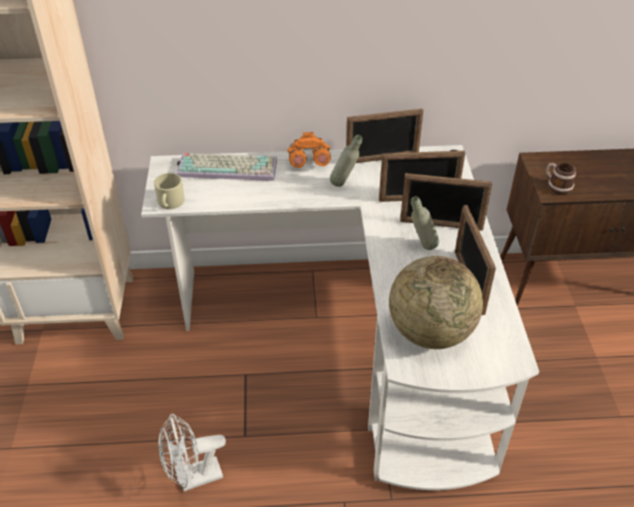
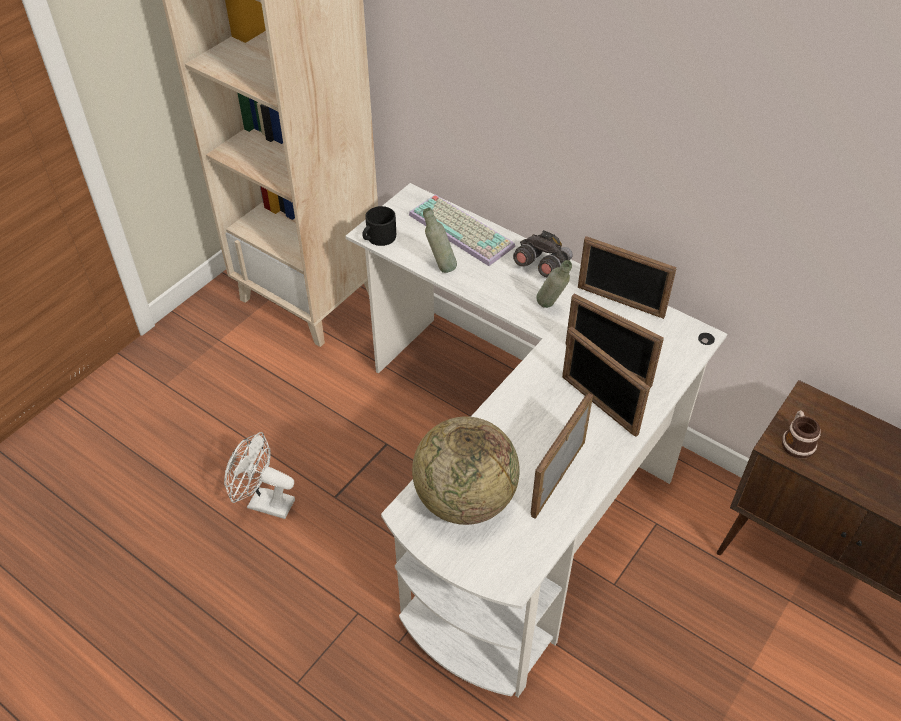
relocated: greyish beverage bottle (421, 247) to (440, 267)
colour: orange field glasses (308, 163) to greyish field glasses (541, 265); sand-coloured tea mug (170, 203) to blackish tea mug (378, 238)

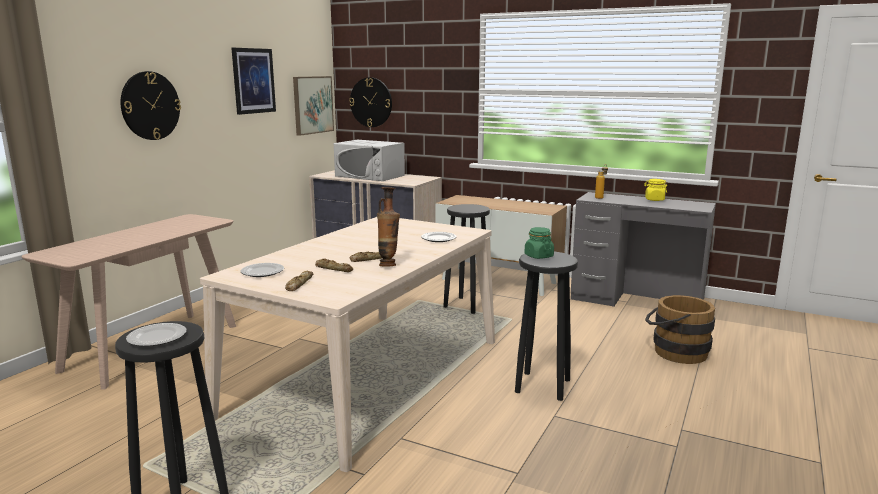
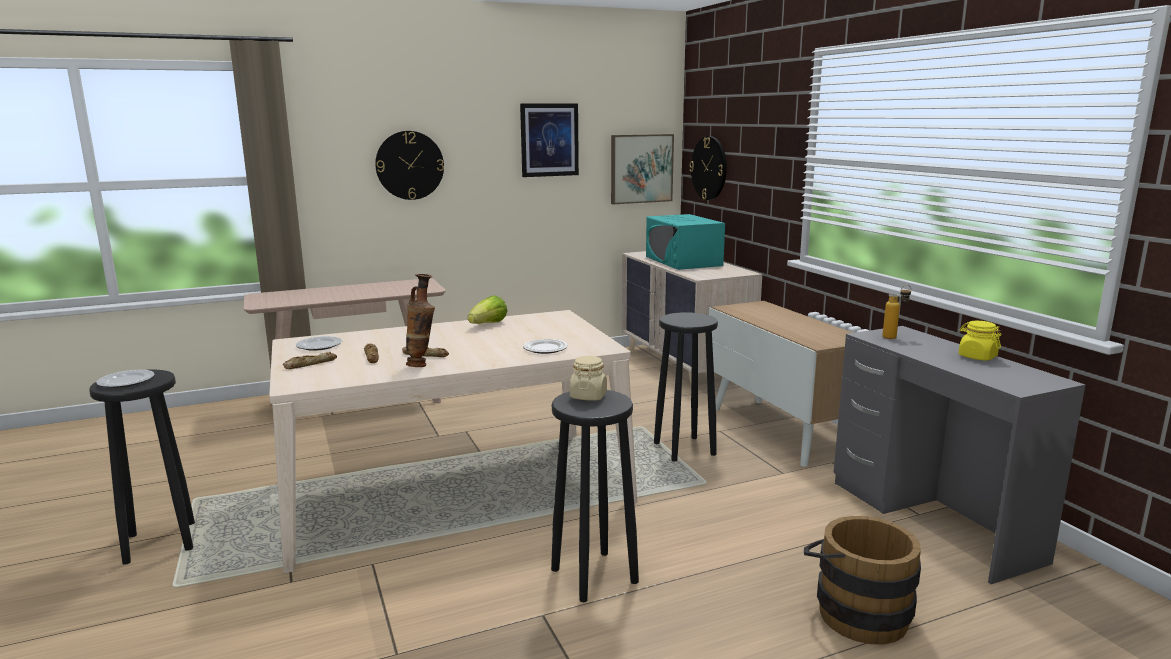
appeared: lettuce (488, 324)
colour: whitish microwave oven (370, 176) to turquoise-coloured microwave oven (683, 261); greenish storage jar (538, 256) to sand-coloured storage jar (588, 396)

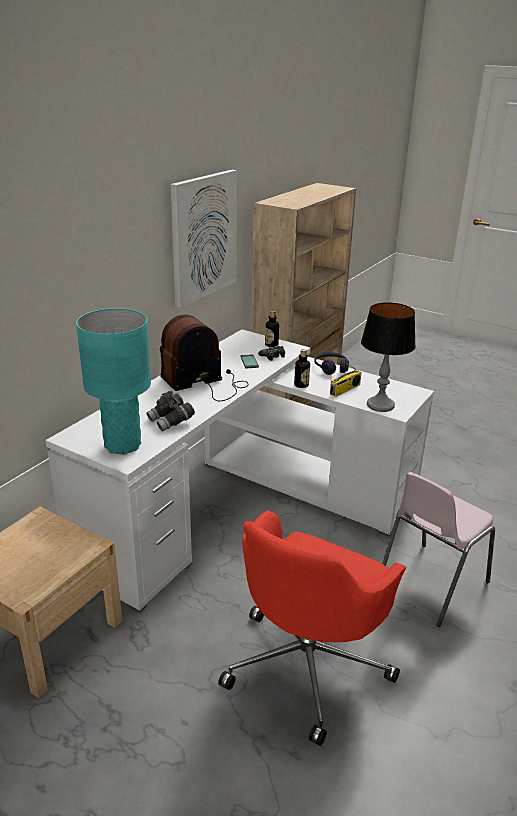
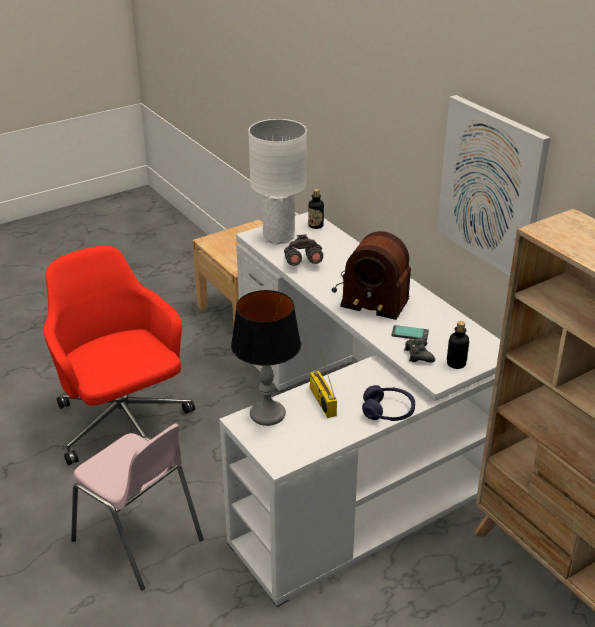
relocated: beverage bottle (301, 385) to (315, 225)
colour: turquoise-coloured tabletop lamp (122, 445) to whitish tabletop lamp (278, 237)
spun: radio (205, 383) = (370, 294) 120 degrees clockwise; pink-coloured upright chair (430, 584) = (139, 541) 150 degrees clockwise

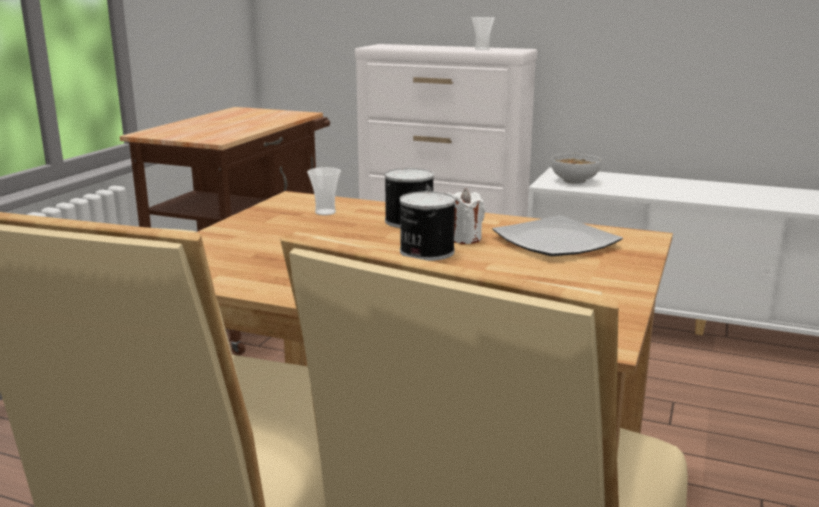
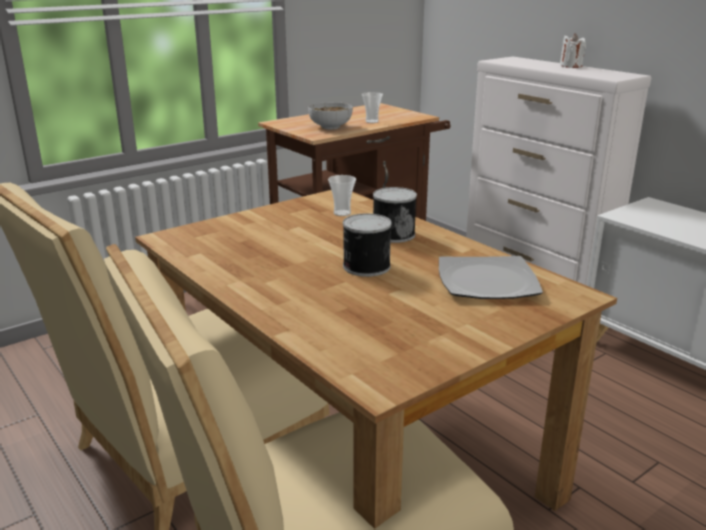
relocated: small cup (482, 49) to (372, 121); serving bowl (573, 181) to (330, 127); whitish wax candle (463, 238) to (571, 66)

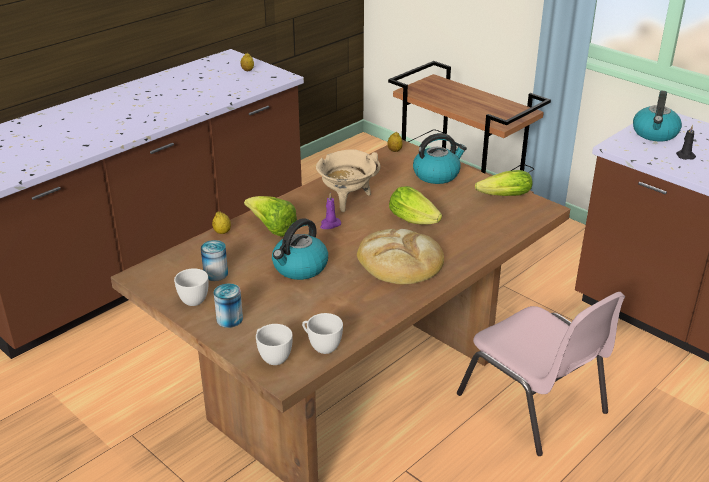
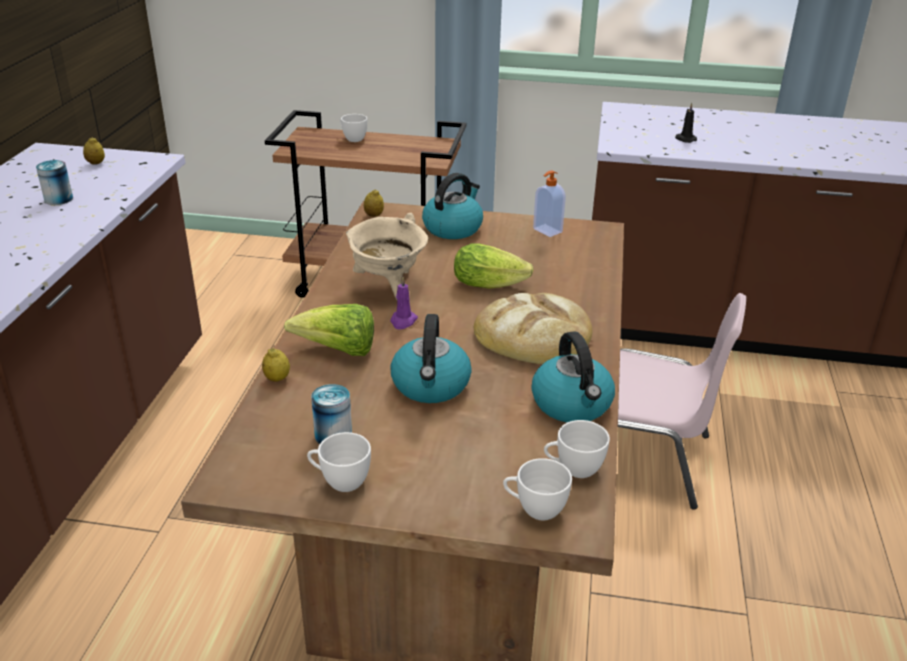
appeared: whitish small cup (352, 138)
relocated: tea kettle (655, 134) to (572, 404); can (229, 319) to (58, 199)
exchanged: lettuce (501, 196) to liquid soap bottle (547, 231)

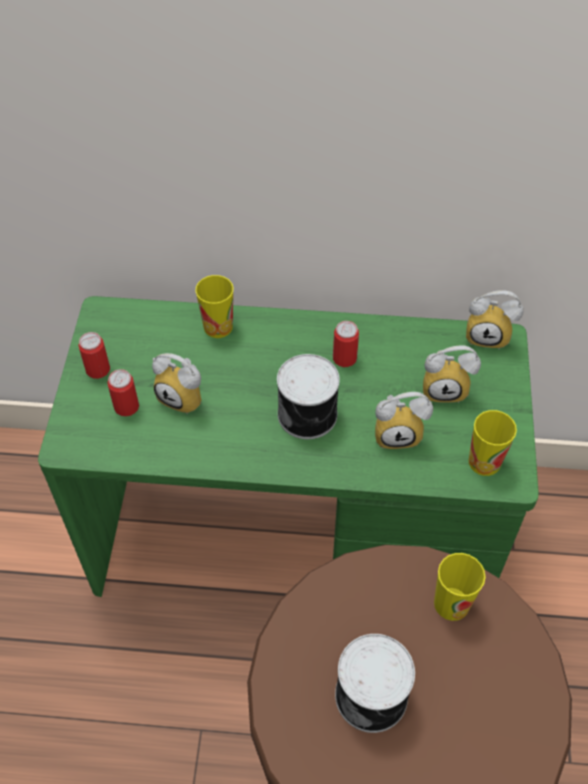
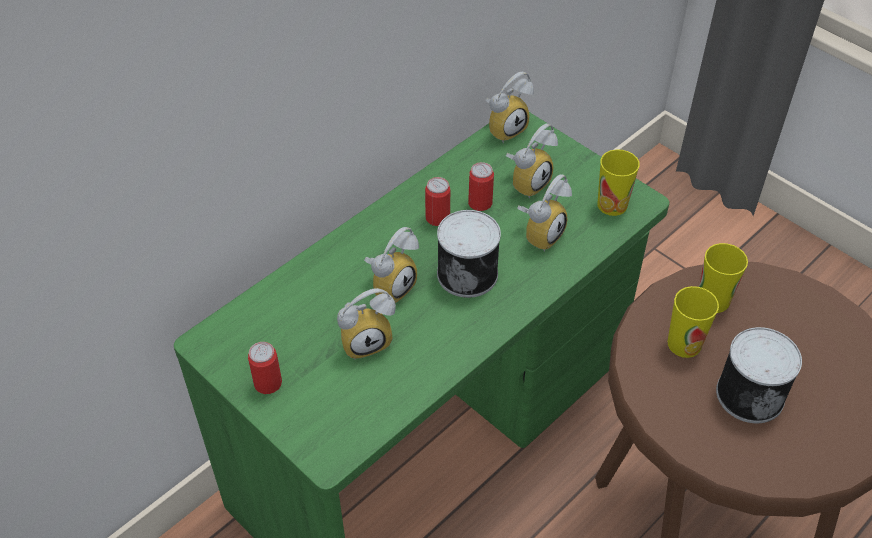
appeared: alarm clock (391, 286)
relocated: small cup (218, 327) to (684, 344); can (126, 406) to (480, 203)

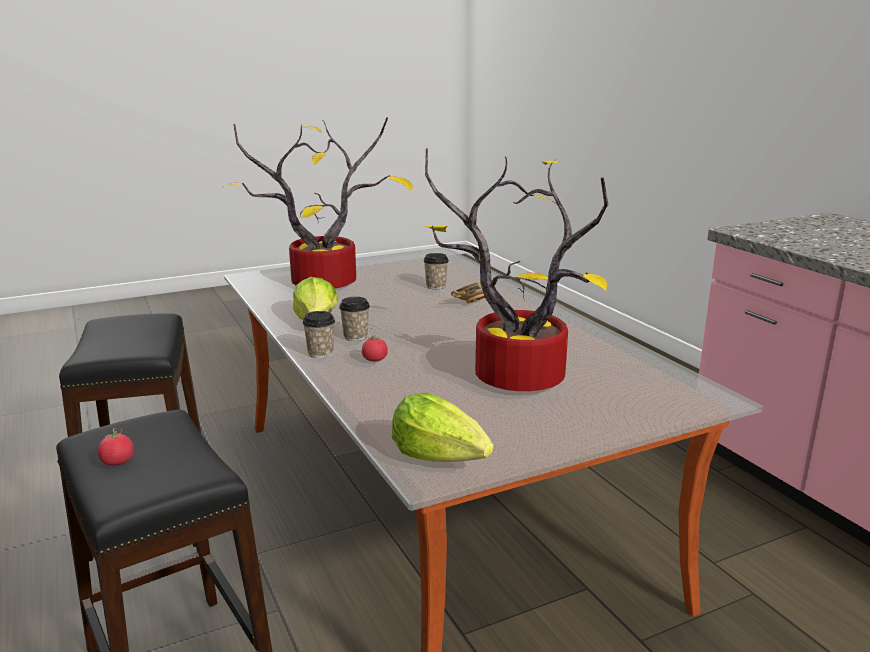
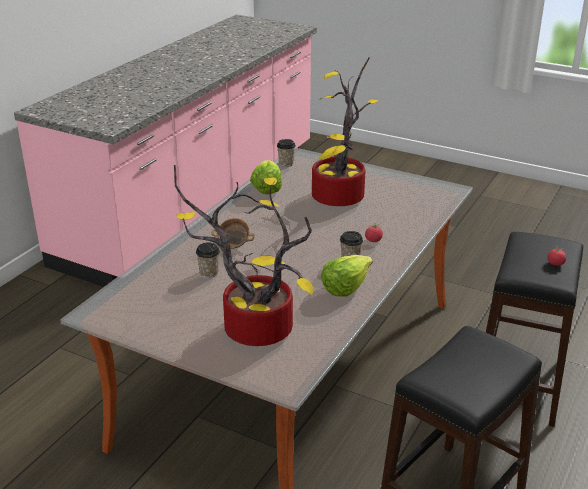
relocated: small cup (320, 353) to (286, 163); lettuce (440, 456) to (266, 188)

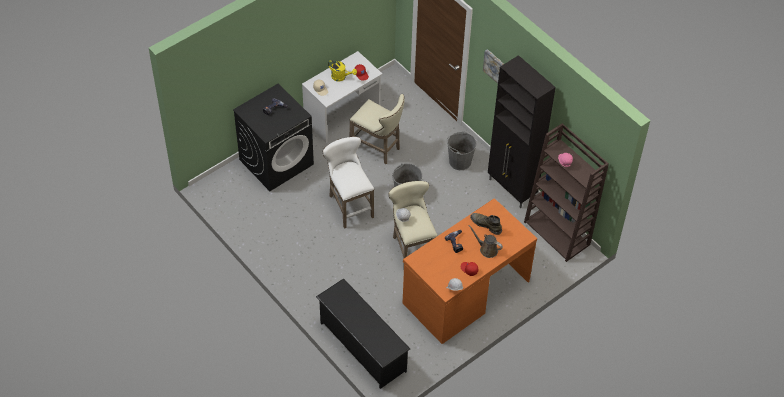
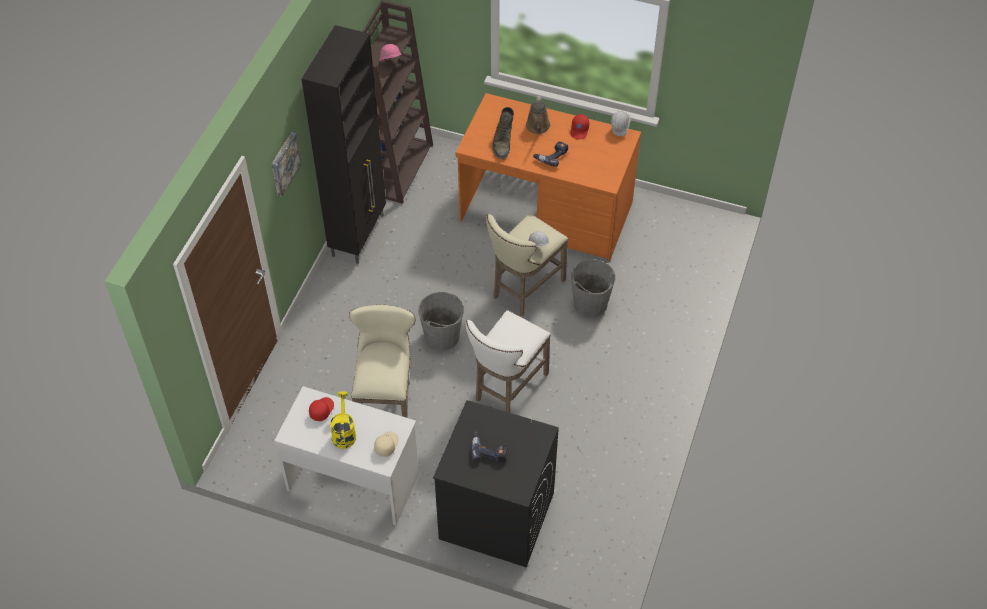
missing: blackish shoe stand (362, 347)
relocated: greyish pail (460, 161) to (590, 304)

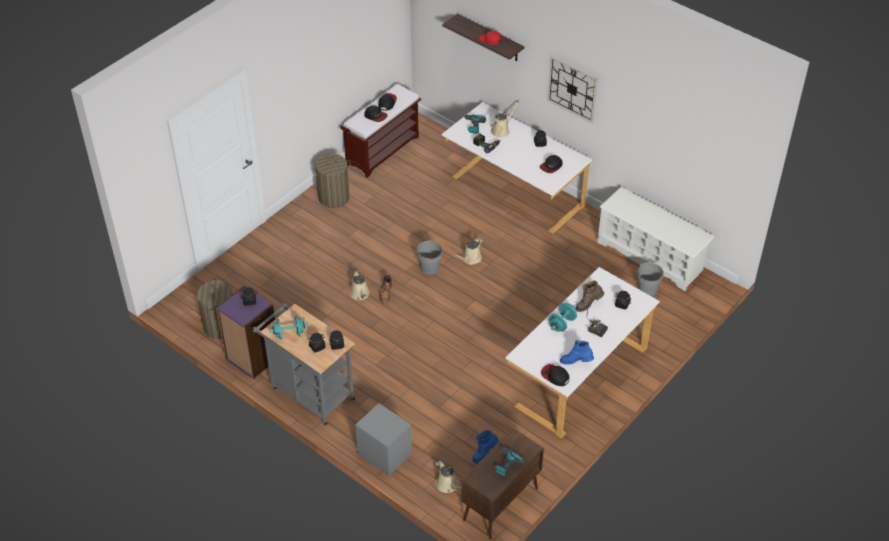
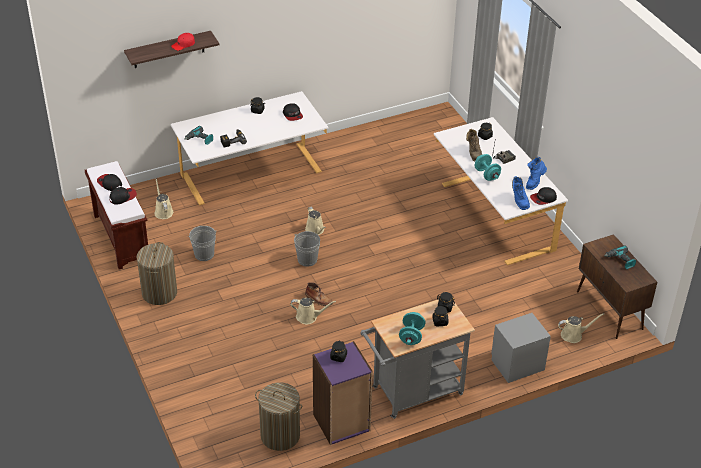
missing: clock on the wall (572, 88); whitish shoe stand (650, 256)
relocated: sand-coloured watering can (501, 130) to (163, 211); greyish pail (647, 289) to (204, 254); bluish tall boot (484, 453) to (519, 201)

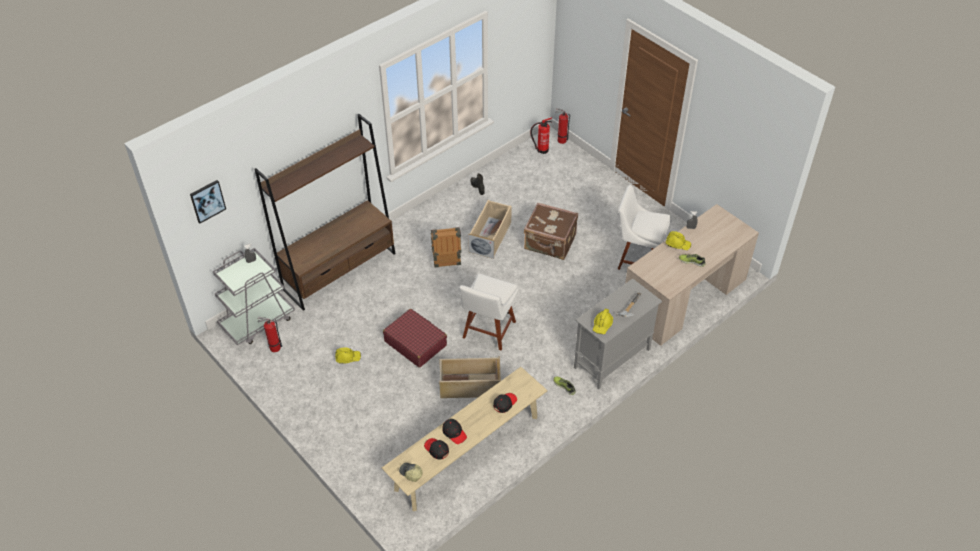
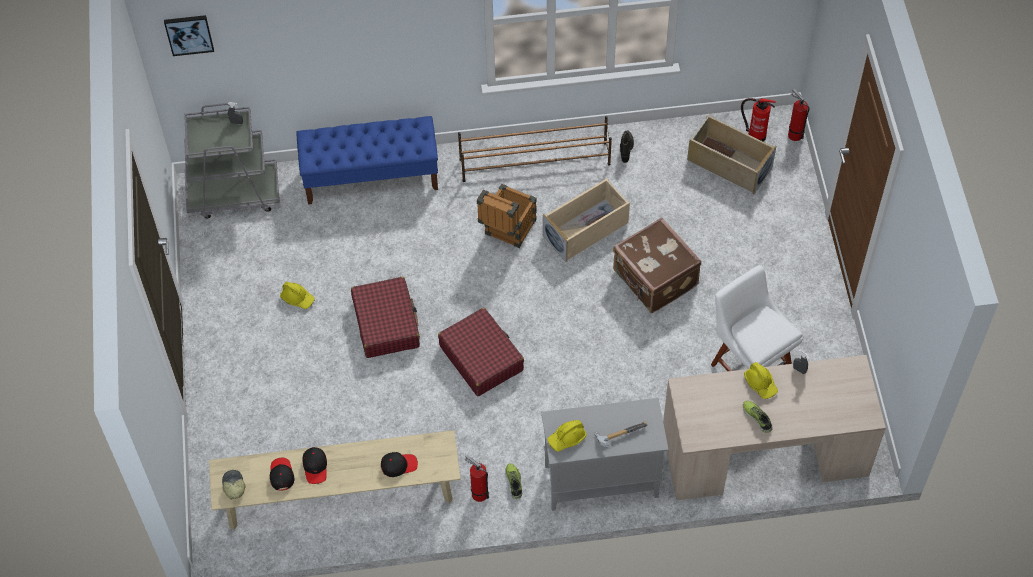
appeared: brown-coloured shoe stand (535, 162)
relocated: fire extinguisher (273, 347) to (477, 493); sand-coloured storage bin (469, 386) to (728, 164)
exchanged: brown-coloured bookshelf (340, 271) to bluish bench (371, 177); whitish upright chair (488, 332) to red travel case (481, 358)

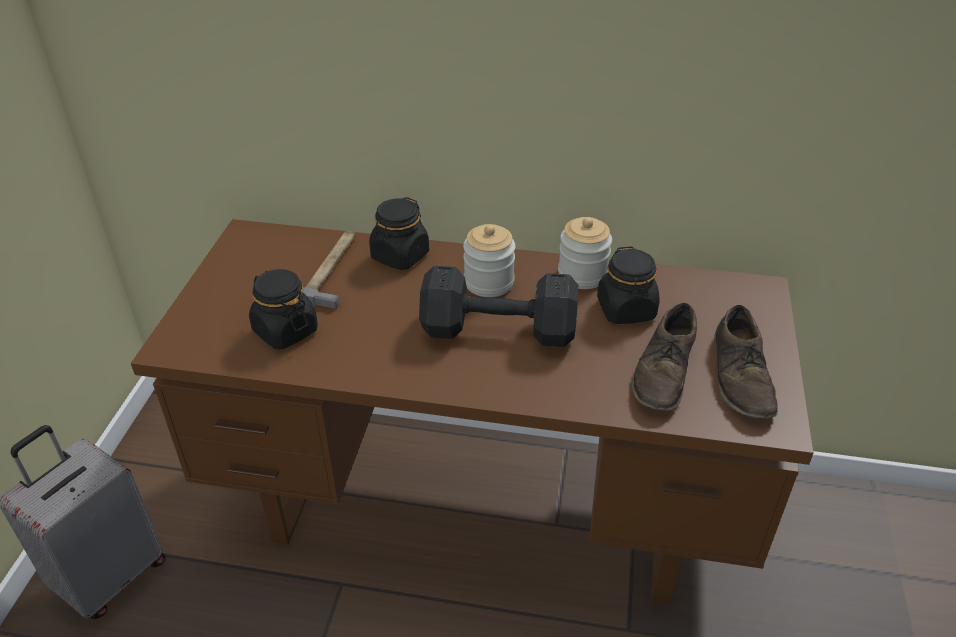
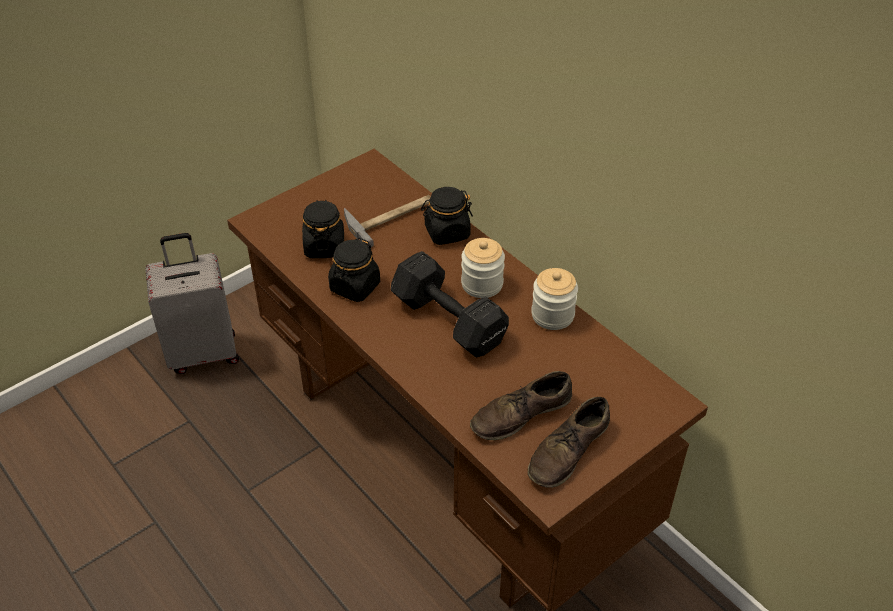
relocated: blackish storage jar (626, 310) to (355, 287)

